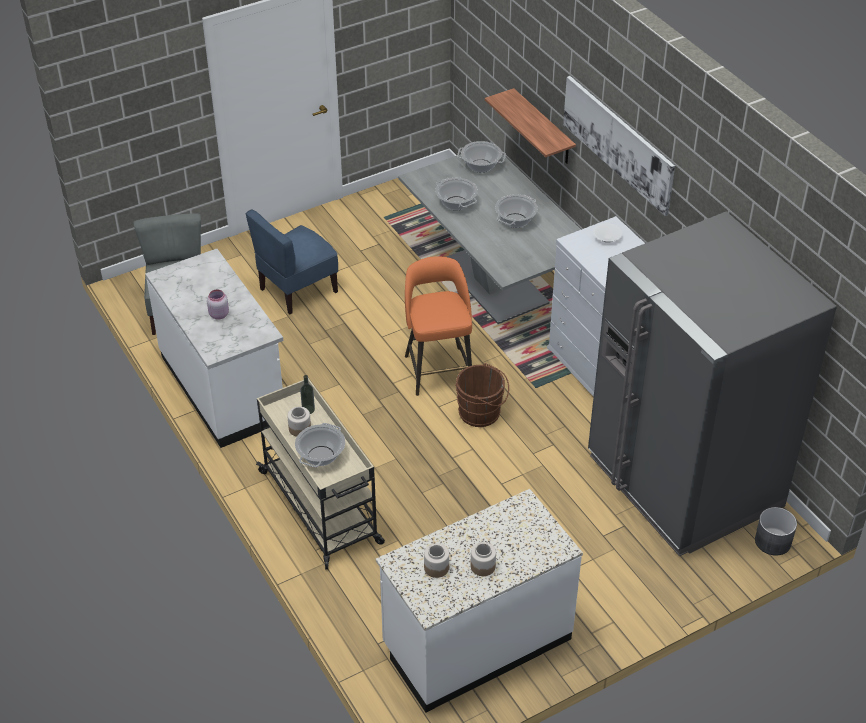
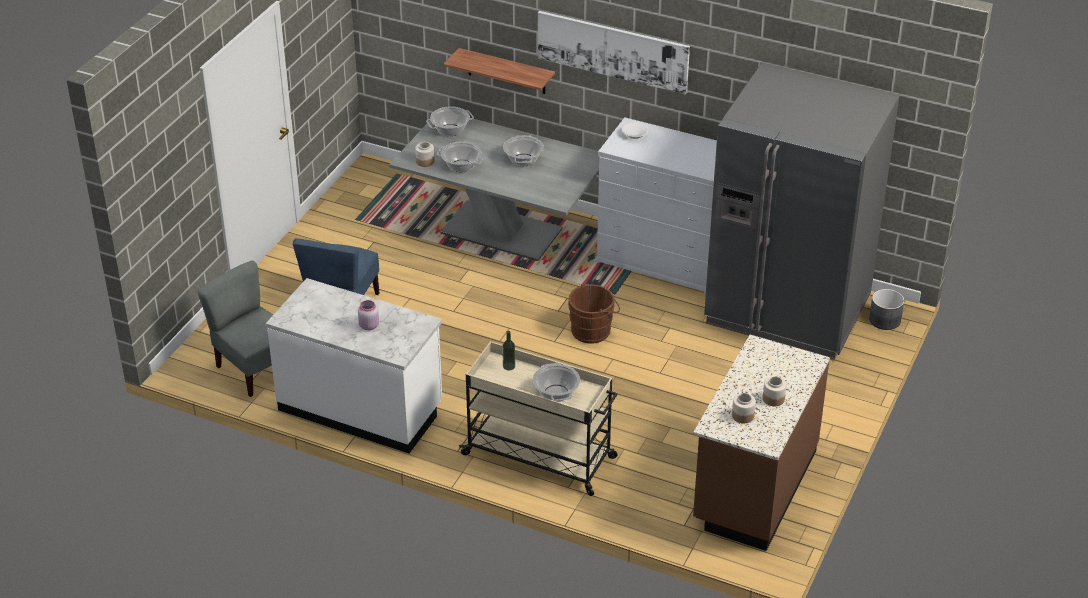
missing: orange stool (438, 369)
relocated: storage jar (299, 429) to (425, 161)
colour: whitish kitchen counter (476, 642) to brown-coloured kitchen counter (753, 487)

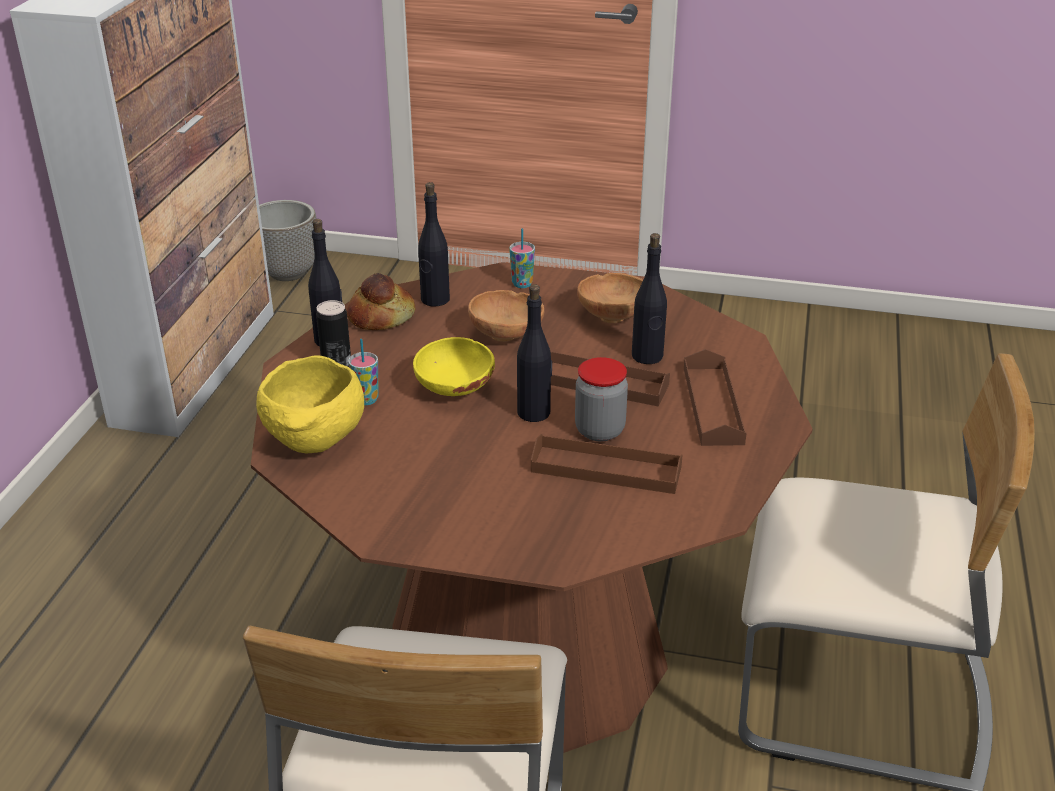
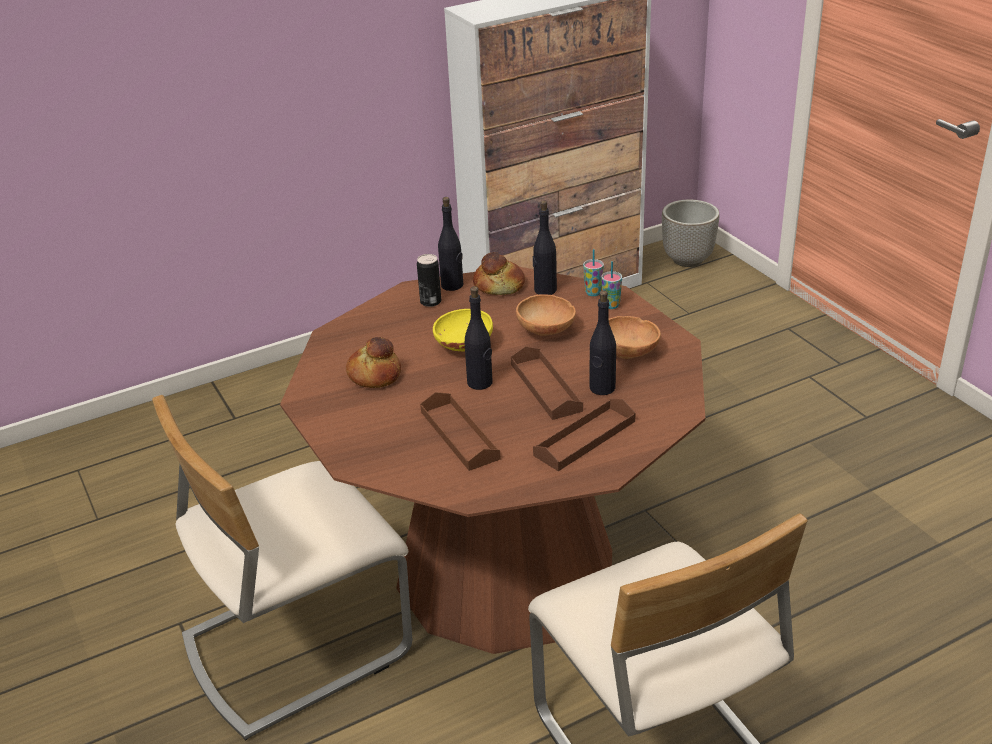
missing: yellowish serving bowl (315, 442); storage jar (599, 430)
appeared: bakery bread (373, 375)
relocated: small cup (366, 400) to (593, 293)

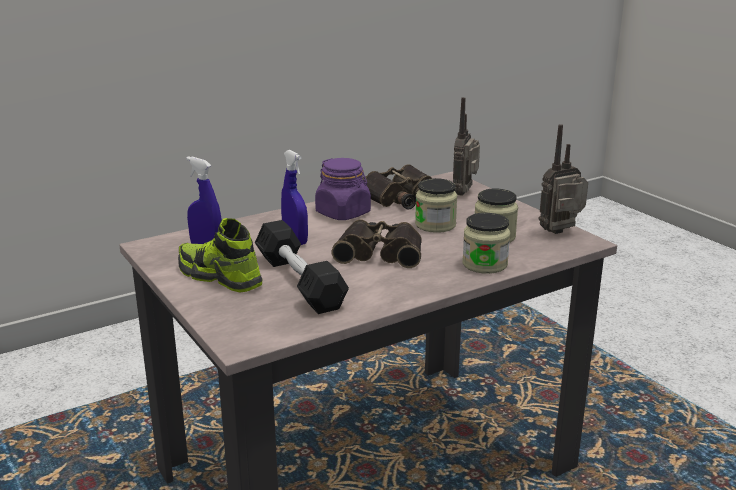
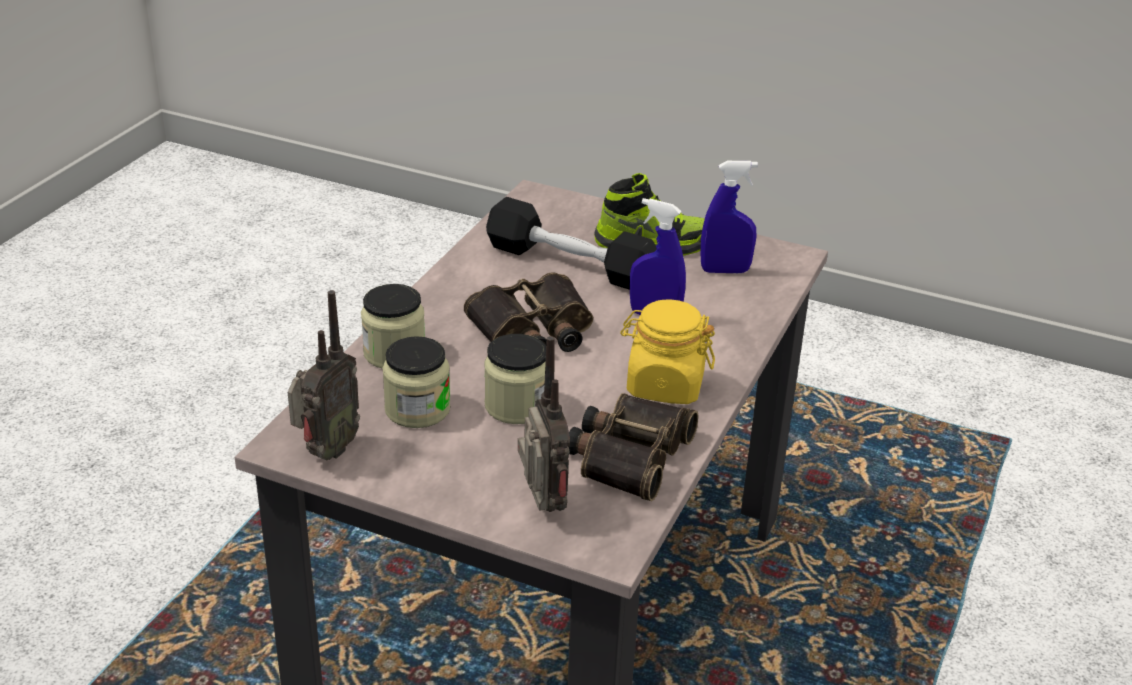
colour: purple-coloured storage jar (343, 213) to yellowish storage jar (664, 385)

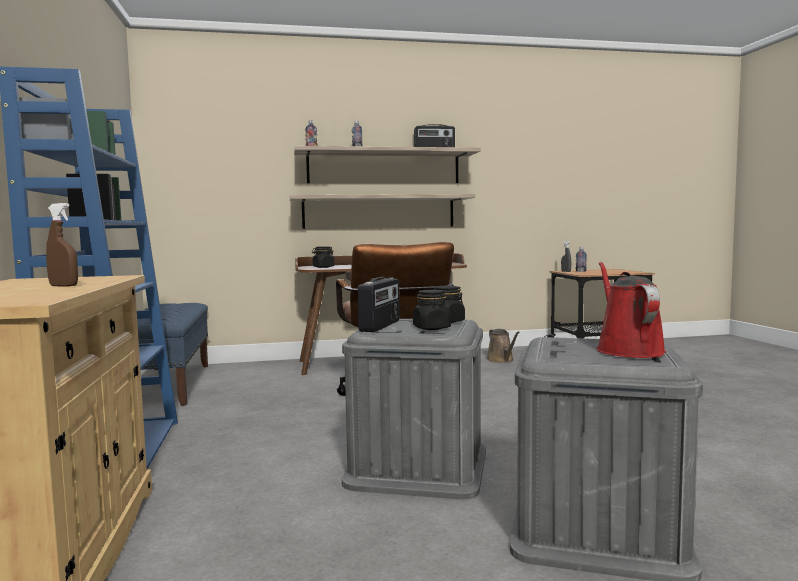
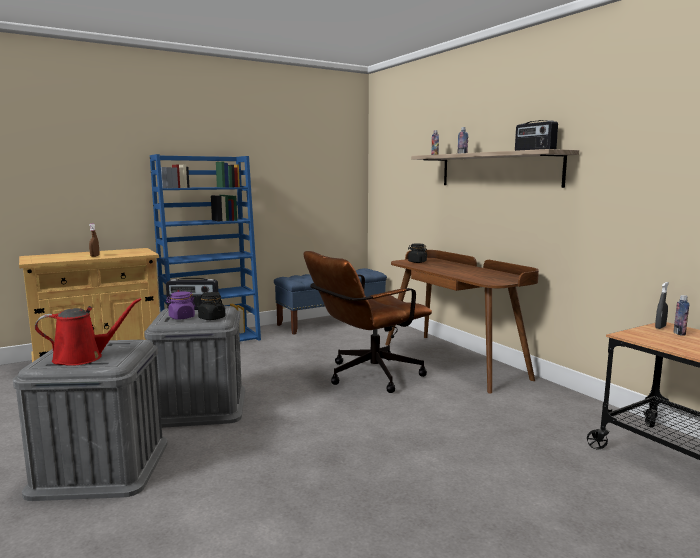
missing: shelf (379, 212); brown-coloured watering can (501, 360)
colour: blackish storage jar (432, 328) to purple-coloured storage jar (181, 317)

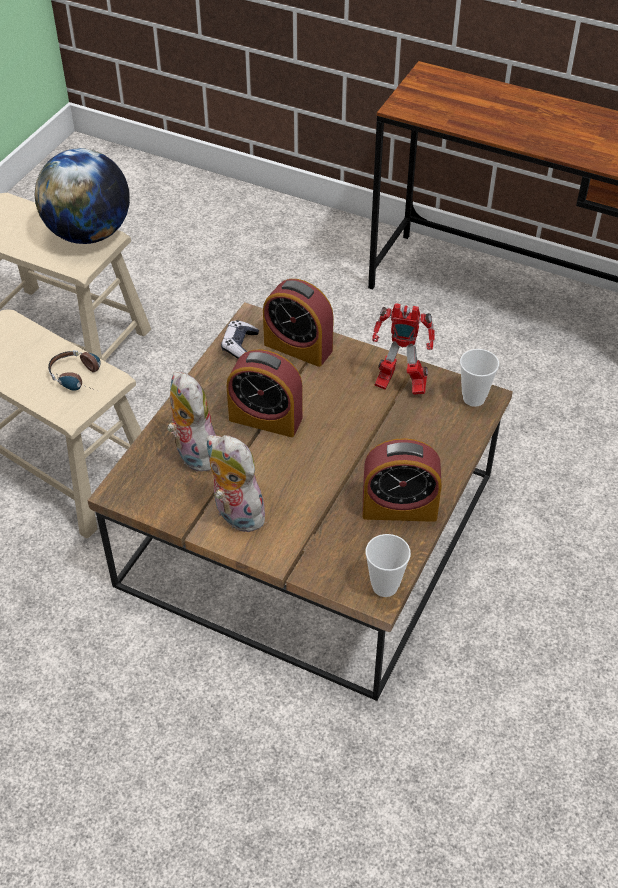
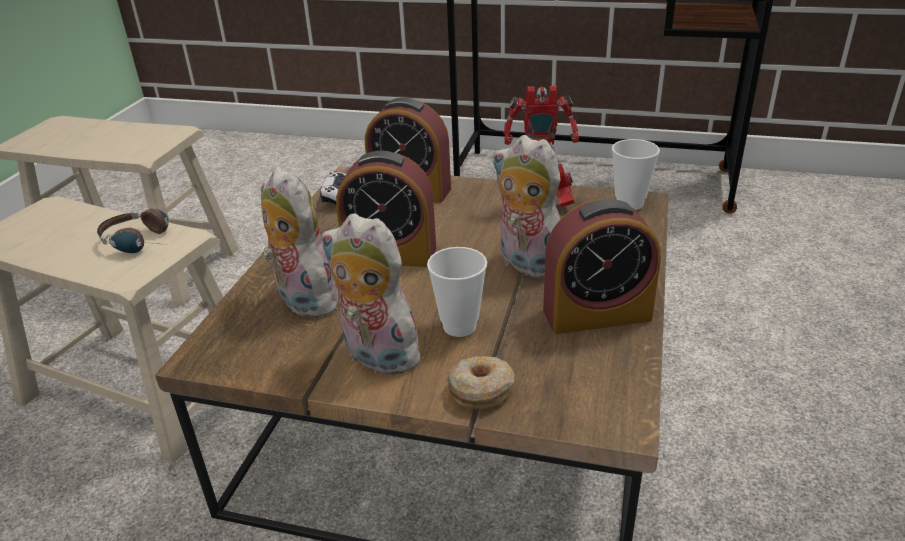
missing: globe (89, 234)
appeared: plush toy (526, 264); doughnut (481, 389)
relocated: small cup (385, 586) to (459, 326)

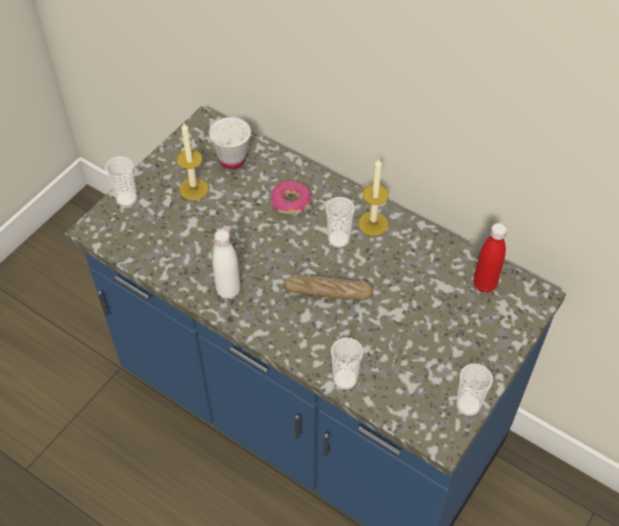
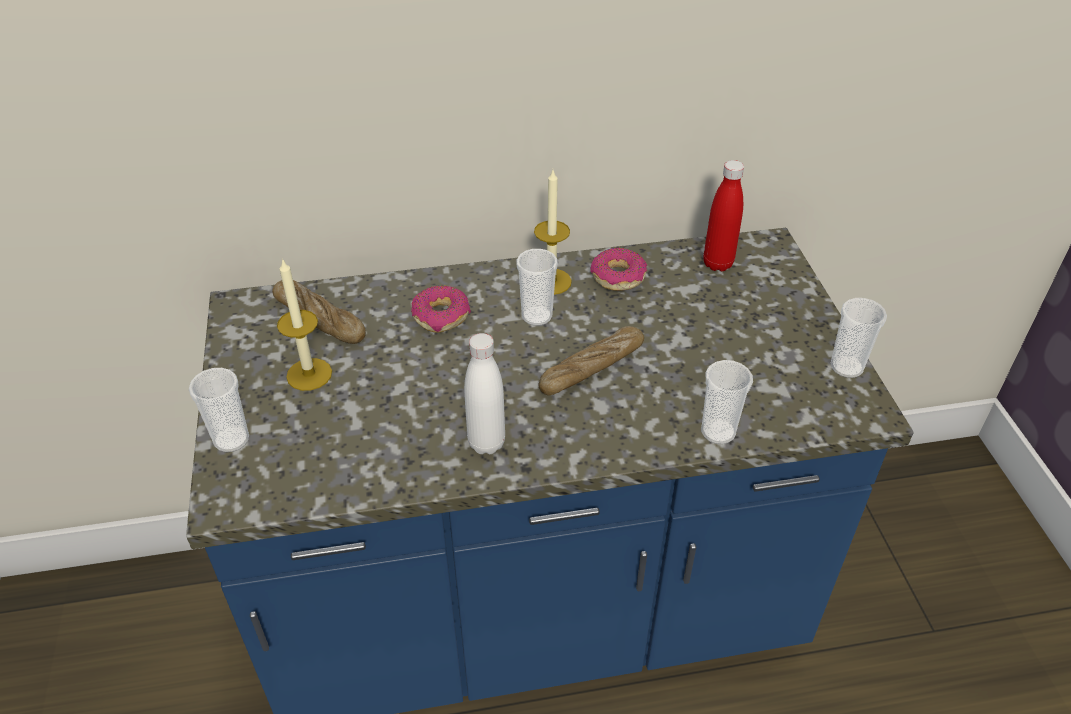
appeared: doughnut (618, 277)
exchanged: whitish small cup (232, 159) to bakery bread (319, 319)

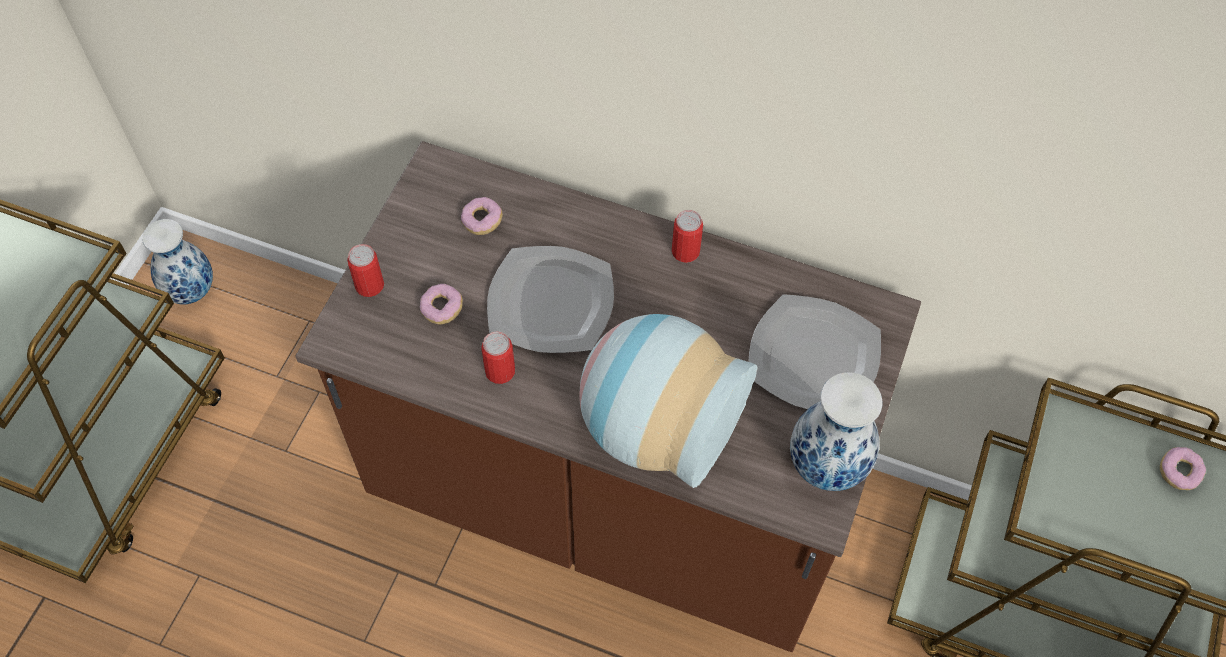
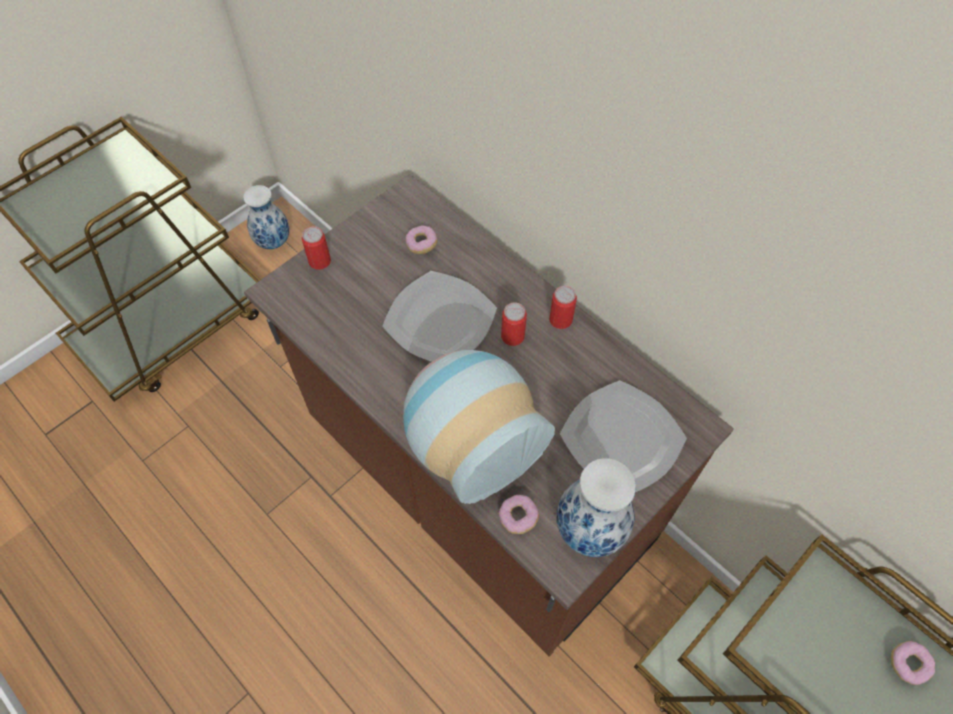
relocated: doughnut (442, 309) to (518, 517); can (500, 371) to (512, 336)

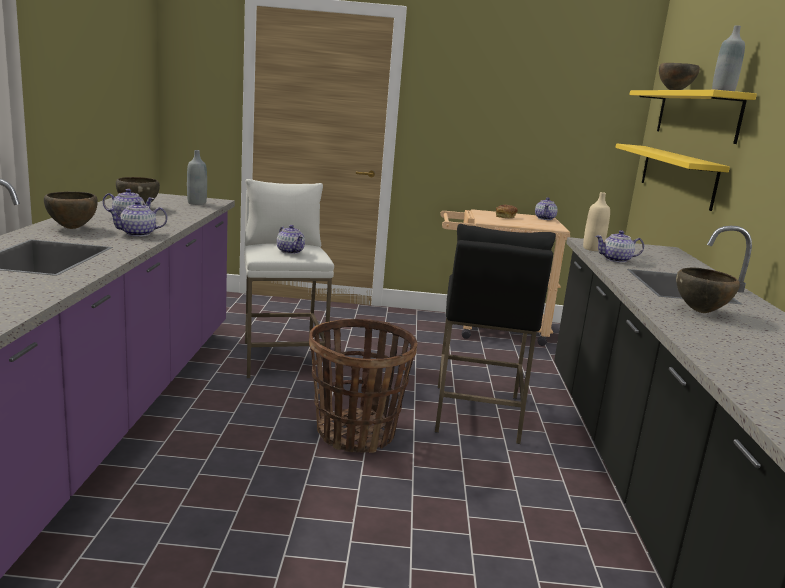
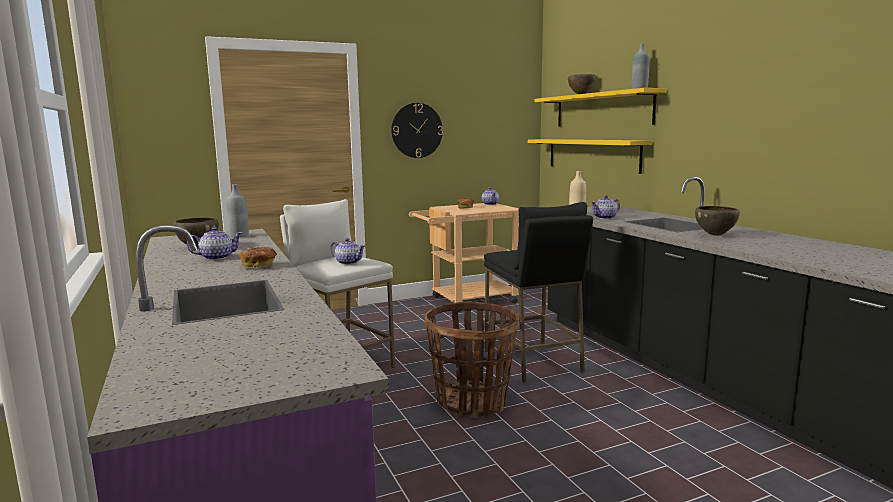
missing: brown-coloured serving bowl (73, 228)
appeared: clock on the wall (417, 130)
exchanged: teapot (138, 234) to bakery bread (259, 266)

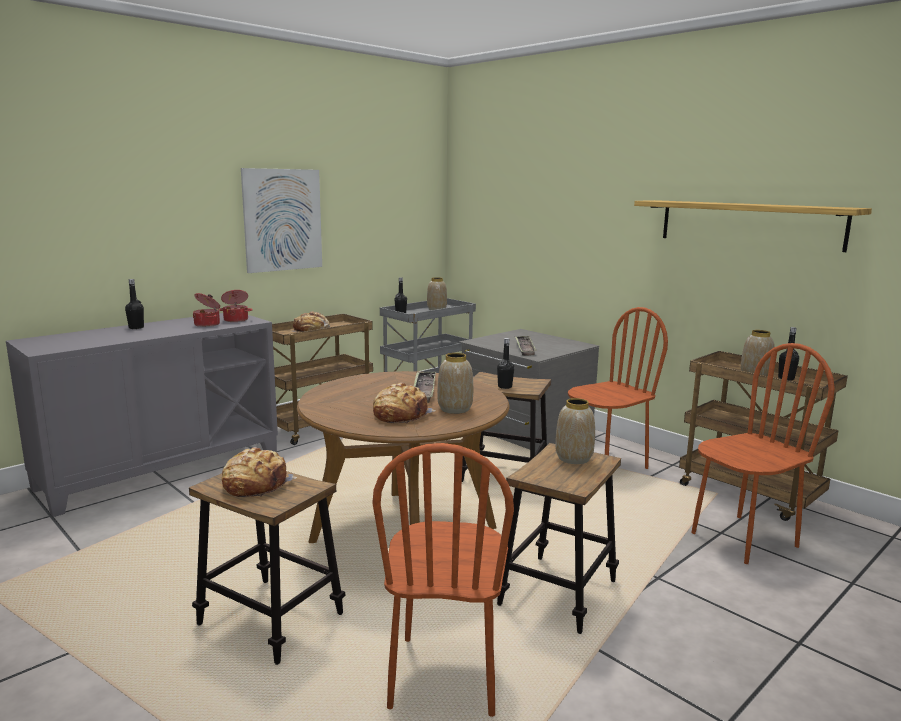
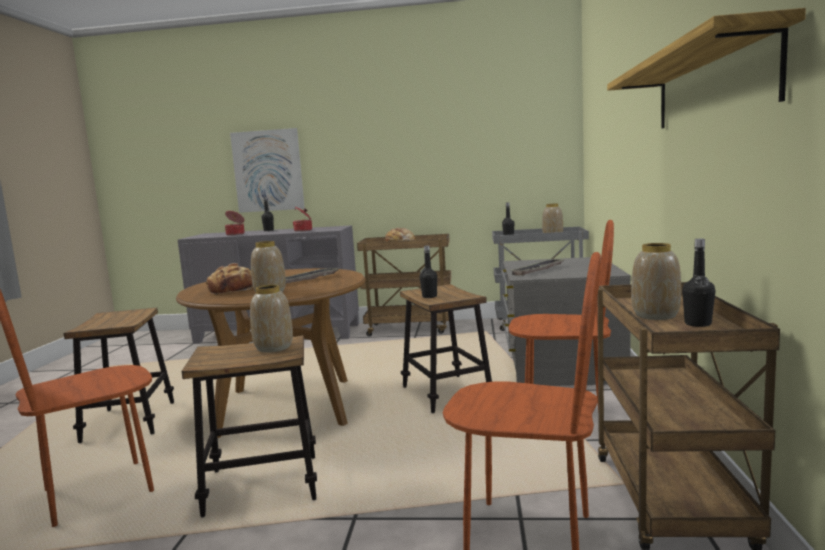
missing: bakery bread (255, 484)
relocated: wall art (283, 220) to (268, 171); stockpot (236, 320) to (236, 234)

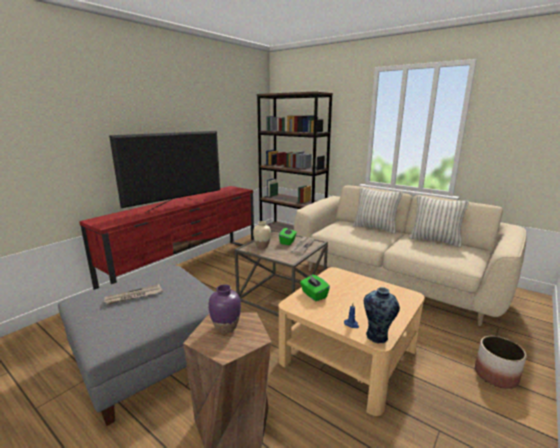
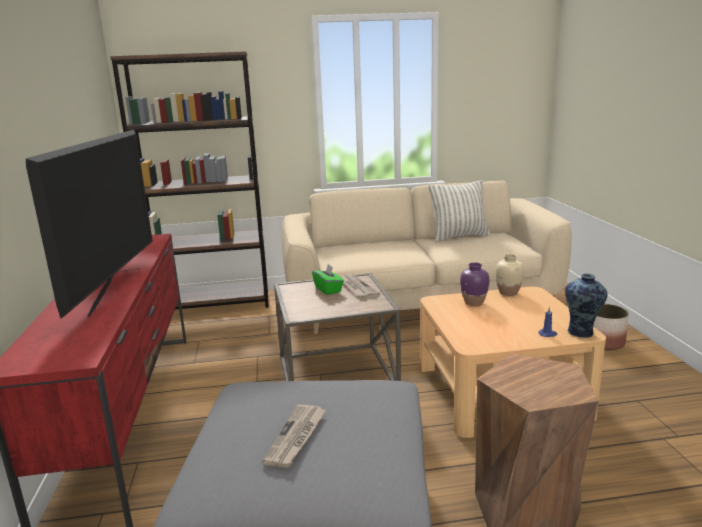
missing: cushion (375, 228); greenish tissue box (314, 295)
relocated: sand-coloured decorative vase (262, 246) to (508, 293); purple-coloured decorative vase (225, 327) to (473, 302)

